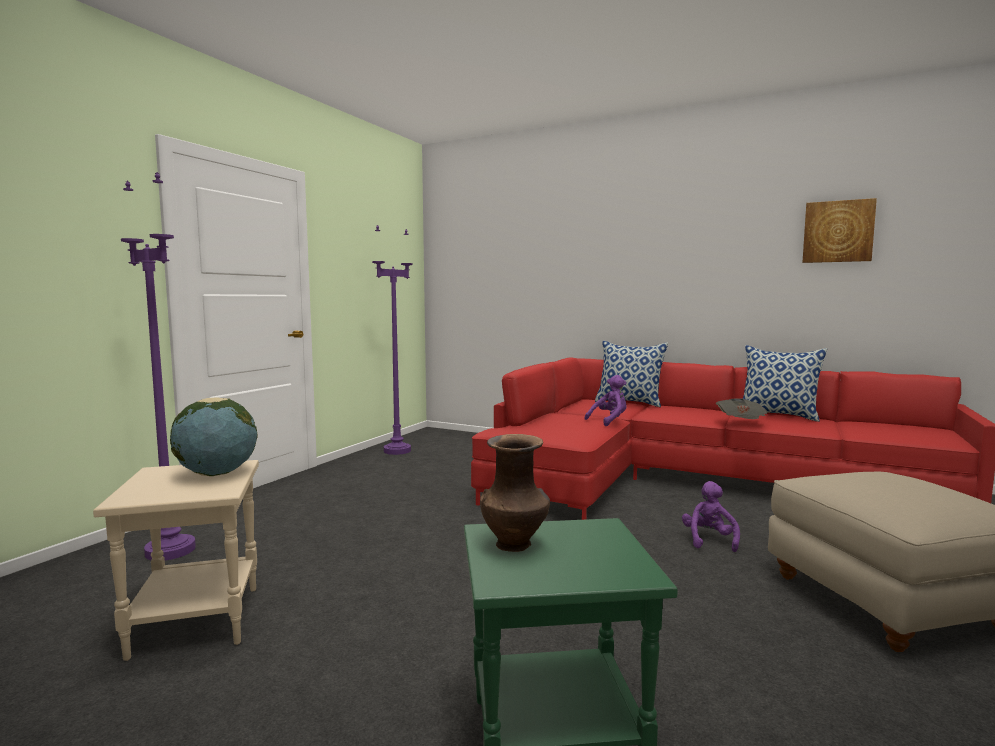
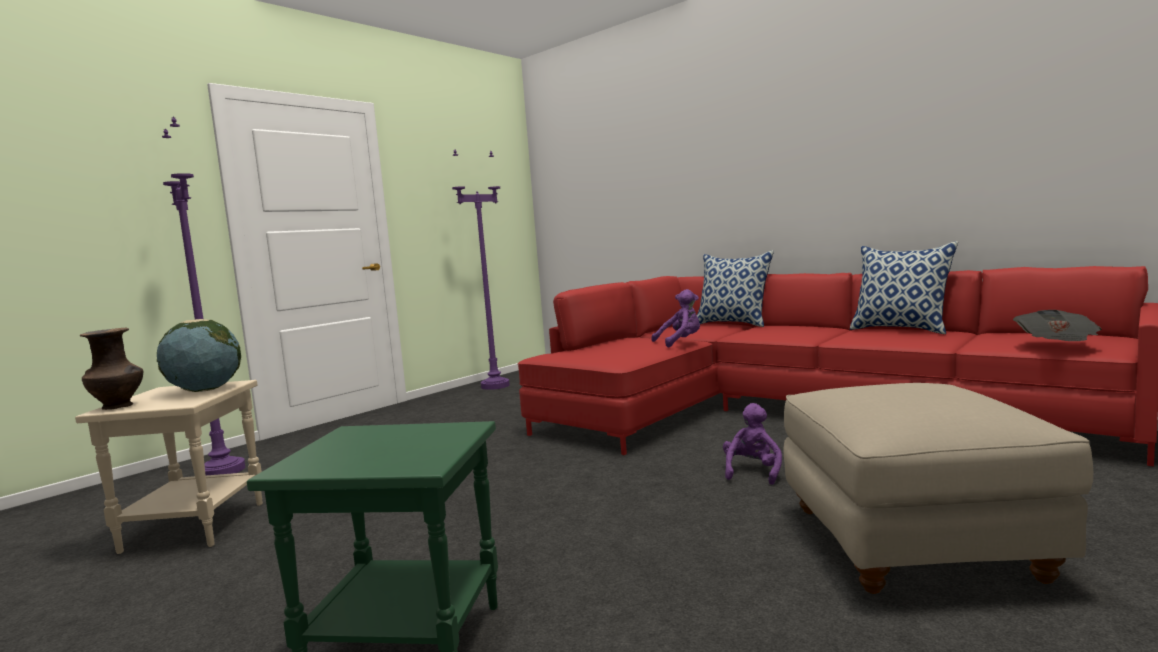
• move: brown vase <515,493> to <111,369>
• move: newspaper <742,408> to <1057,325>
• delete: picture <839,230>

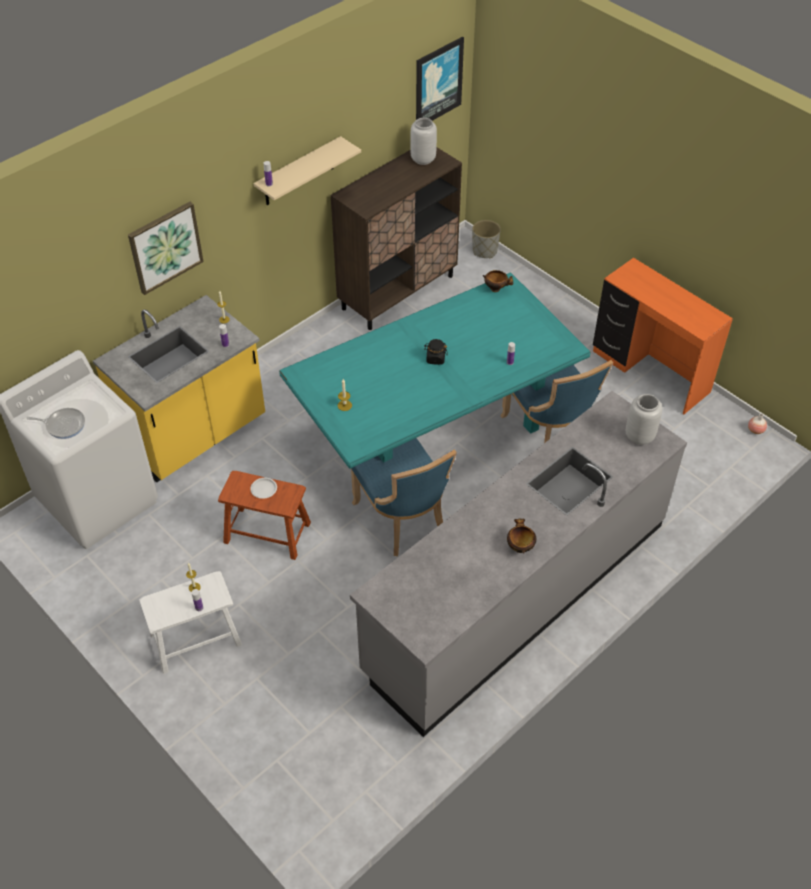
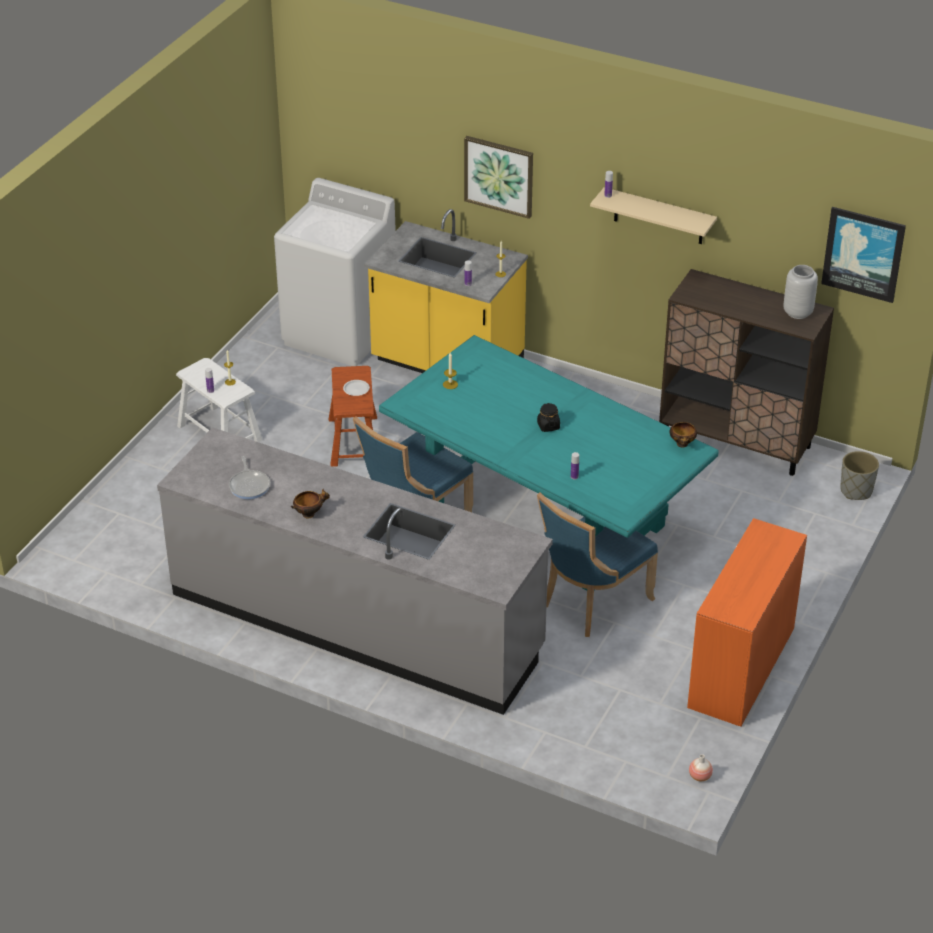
• move: frying pan <56,423> to <249,477>
• delete: grey vase <644,419>

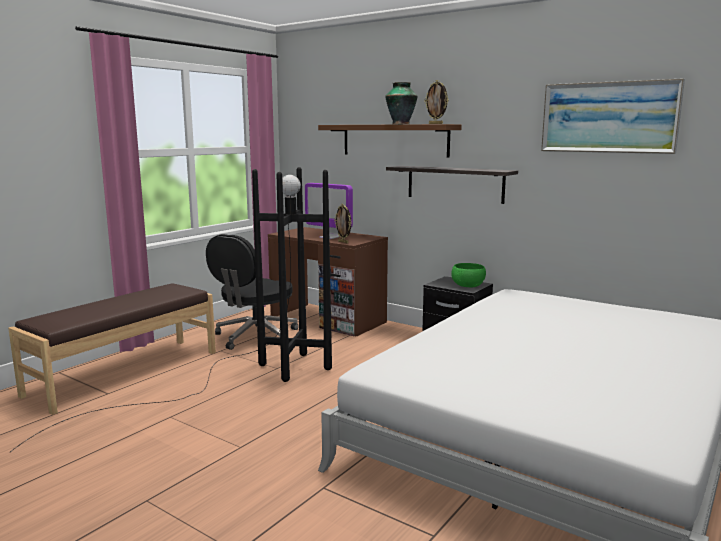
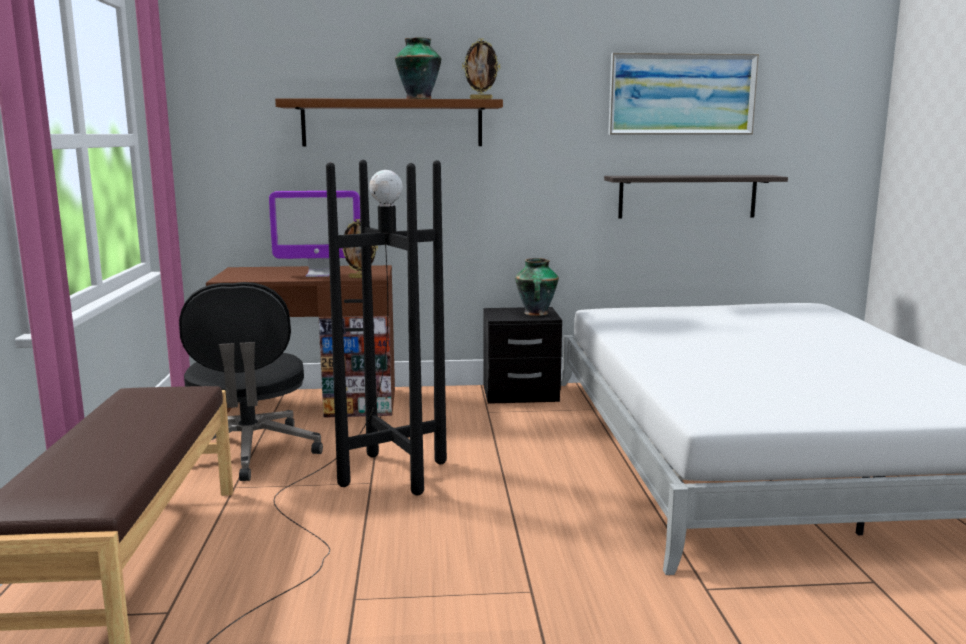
• replace: green bowl <468,275> to vase <537,287>
• move: shelf <452,185> to <696,197>

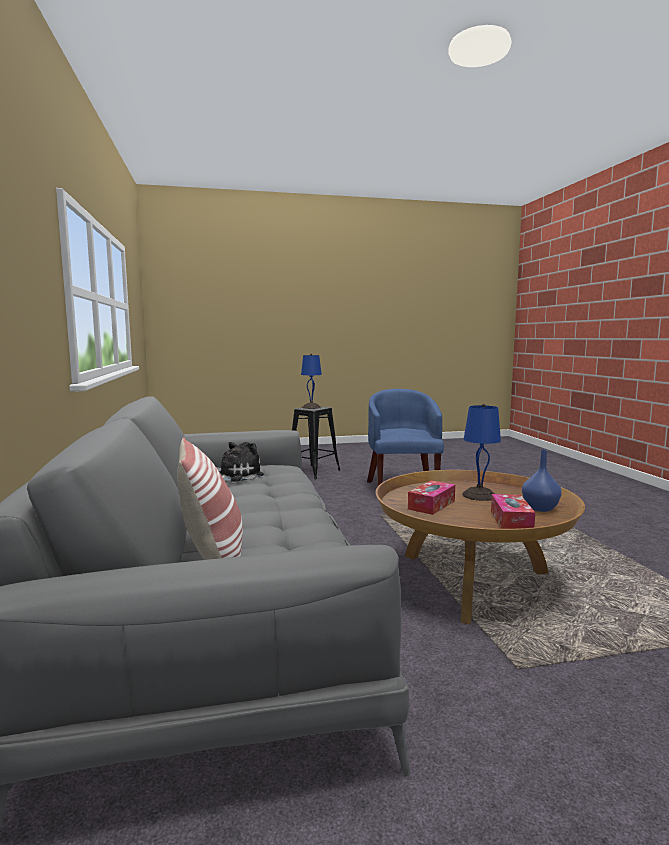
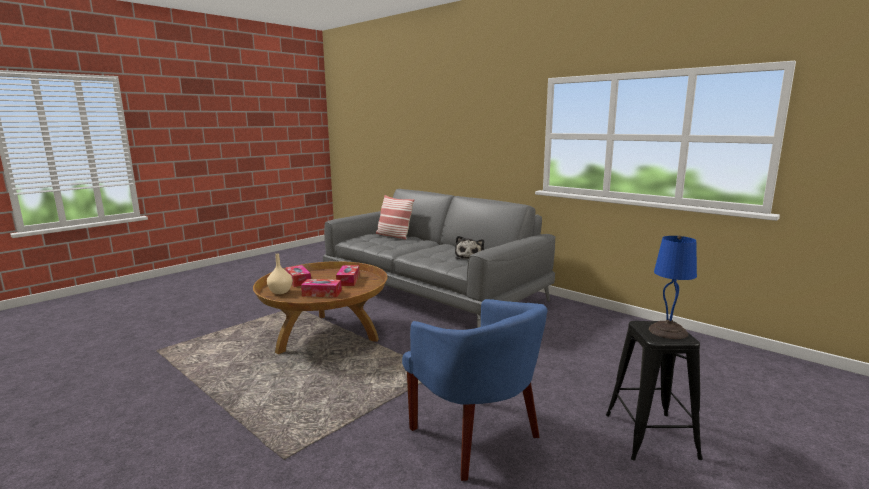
• recolor: blue vase <542,481> to beige vase <279,273>
• replace: blue table lamp <481,452> to tissue box <321,288>

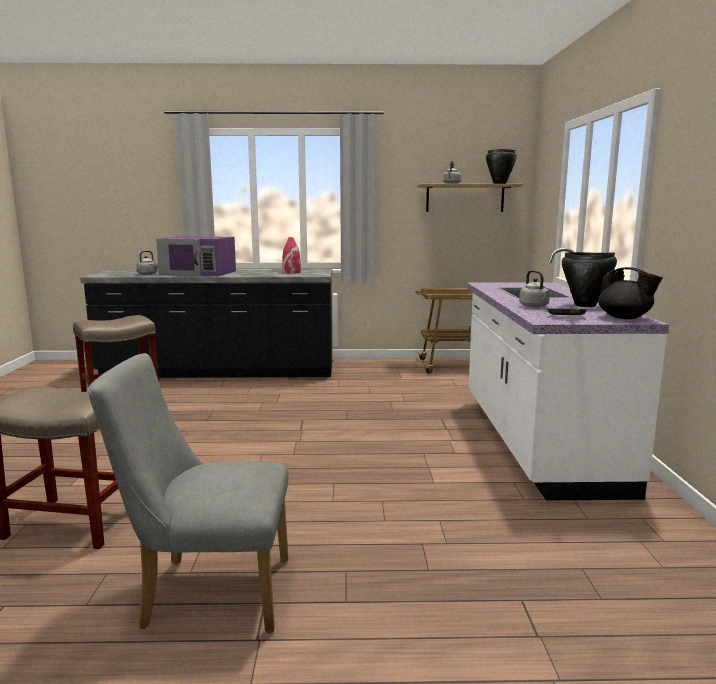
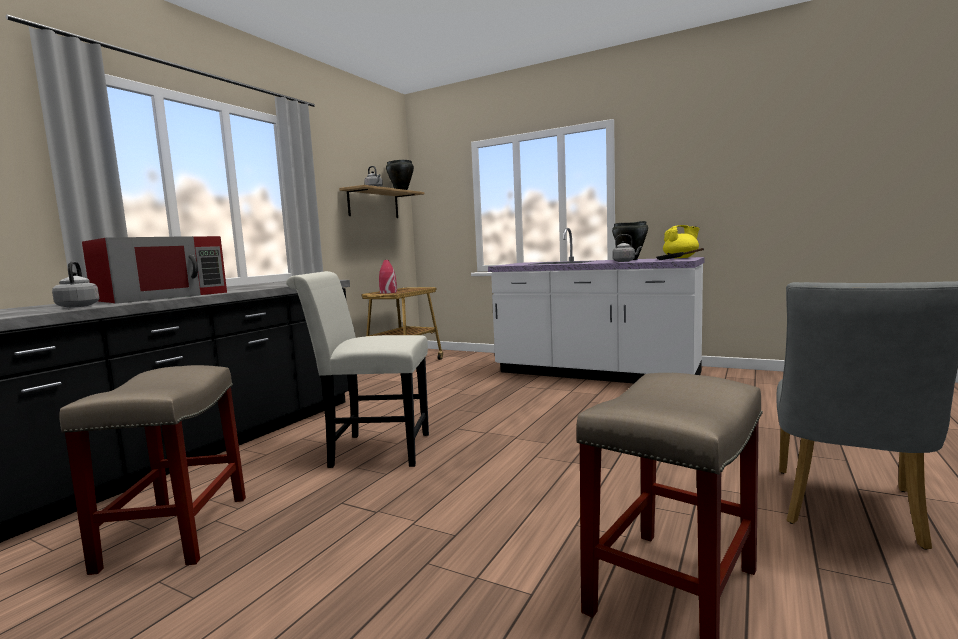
• recolor: purple microwave <196,256> to red microwave <154,270>
• insert: white chair <357,369>
• move: red vase <291,255> to <388,277>
• recolor: black teapot <630,293> to yellow teapot <681,241>

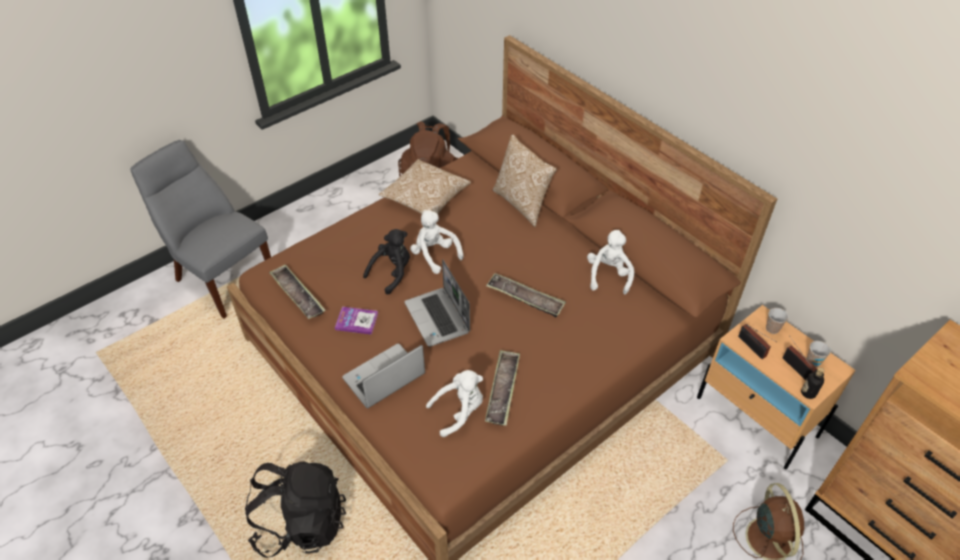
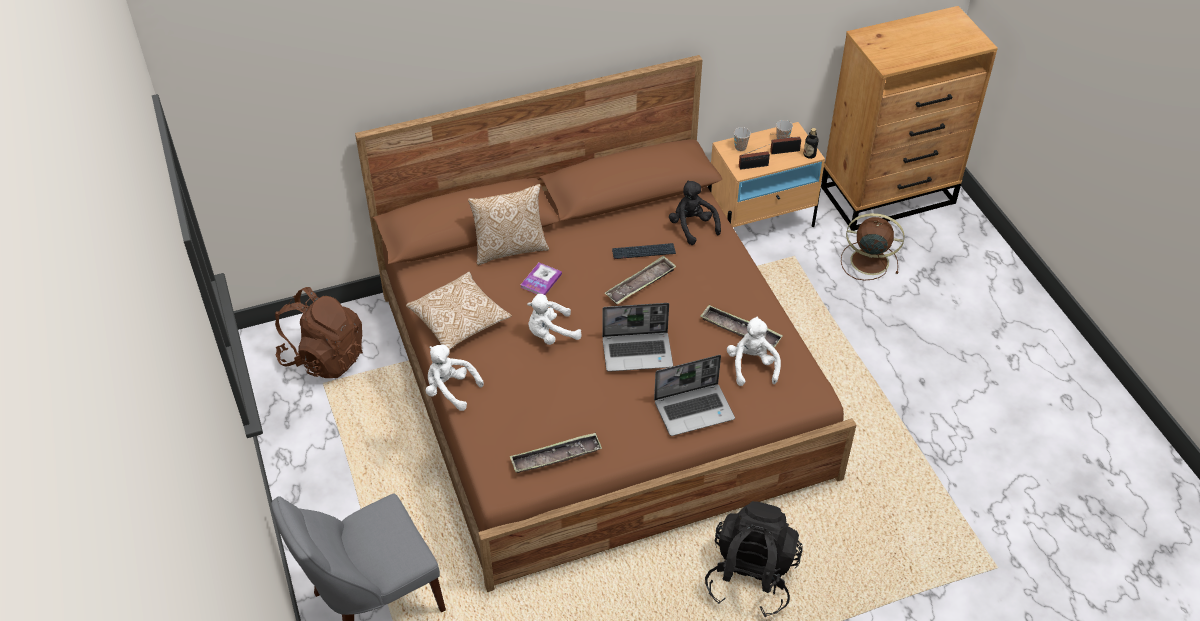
• move: white plush toy <610,262> to <455,378>
• move: book <356,321> to <541,278>
• insert: keyboard <644,251>
• rotate: laptop <383,375> = <694,395> 90 degrees counterclockwise
• move: black plush toy <386,261> to <695,213>

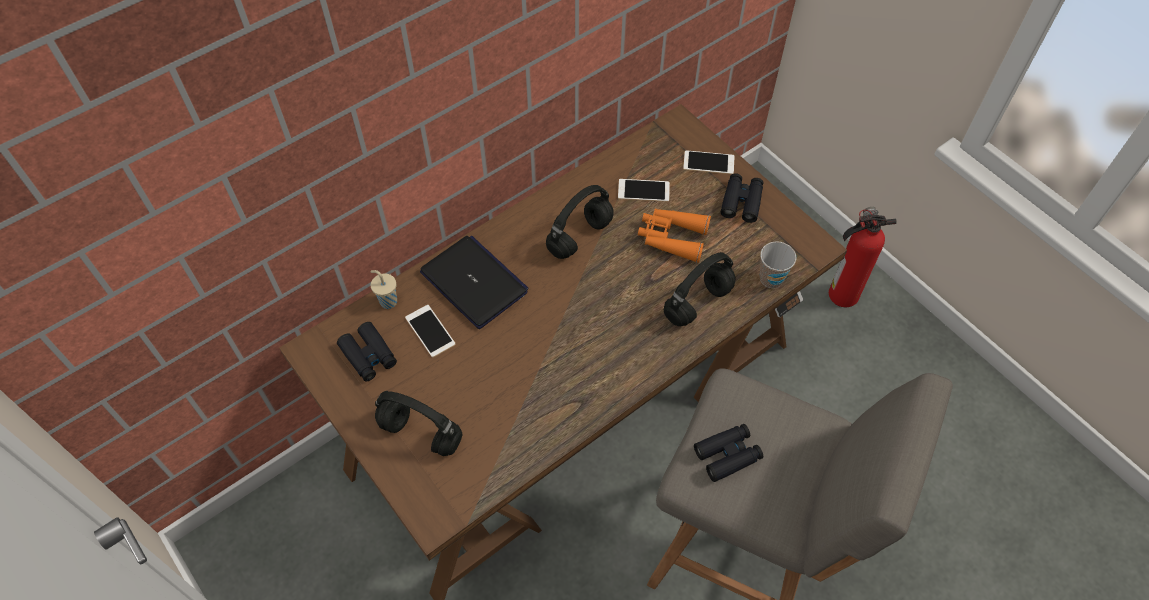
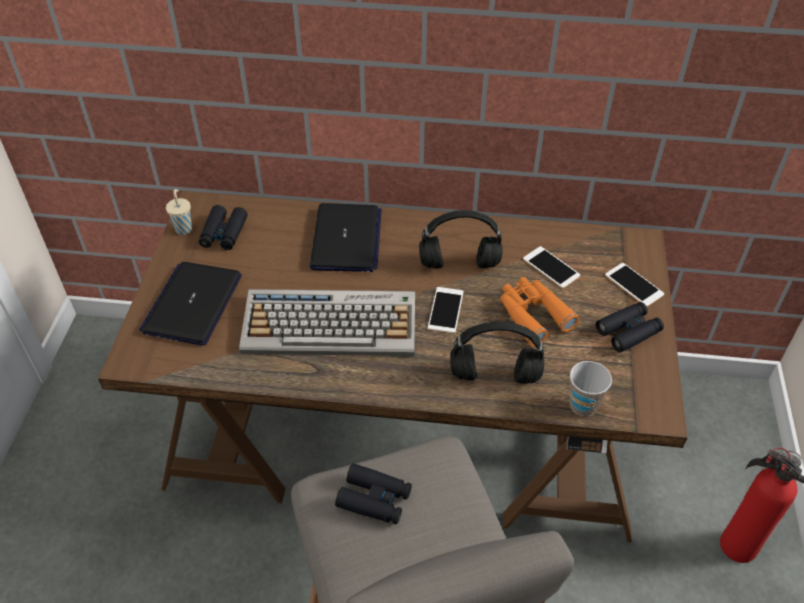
• replace: black headphones <419,423> to laptop <190,304>
• move: beige cup <383,289> to <179,212>
• insert: keyboard <327,322>
• move: phone <430,331> to <446,310>

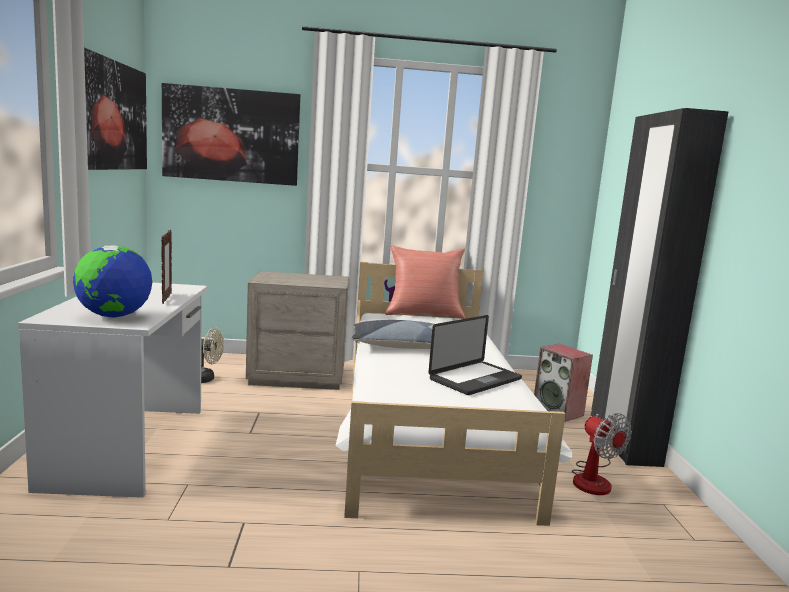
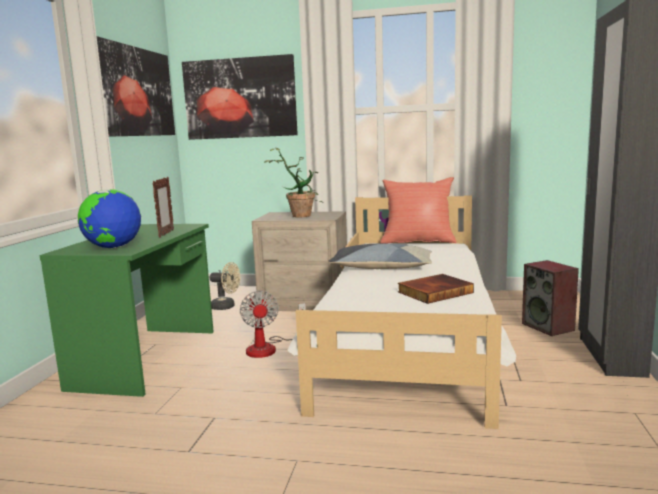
• recolor: white desk <112,390> to green desk <126,310>
• move: fan <602,454> to <273,324>
• insert: potted plant <293,182>
• replace: laptop <475,355> to book <436,289>

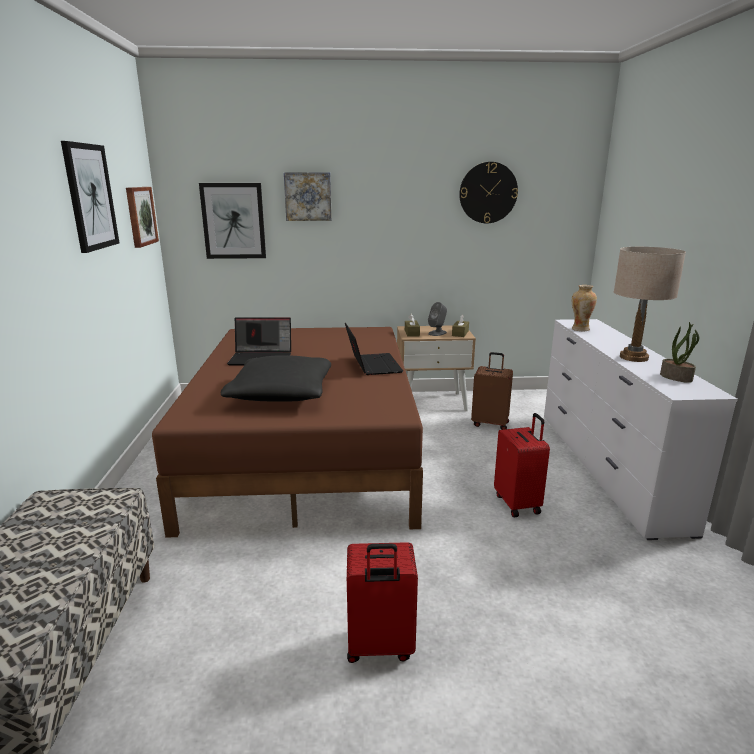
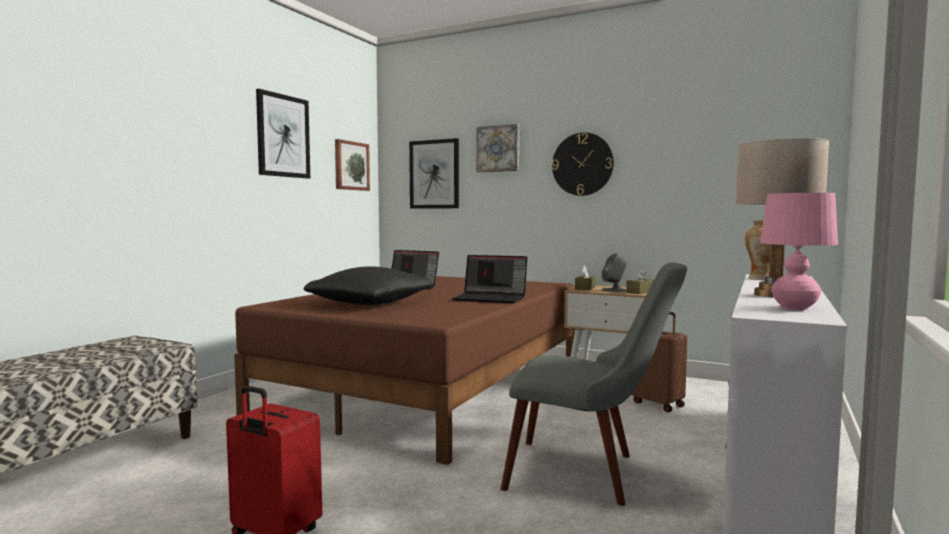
• rotate: laptop <374,348> = <489,279> 90 degrees clockwise
• replace: red suitcase <522,465> to grey chair <594,384>
• move: wall clock <488,192> to <583,164>
• replace: potted plant <679,352> to pink table lamp <799,251>

